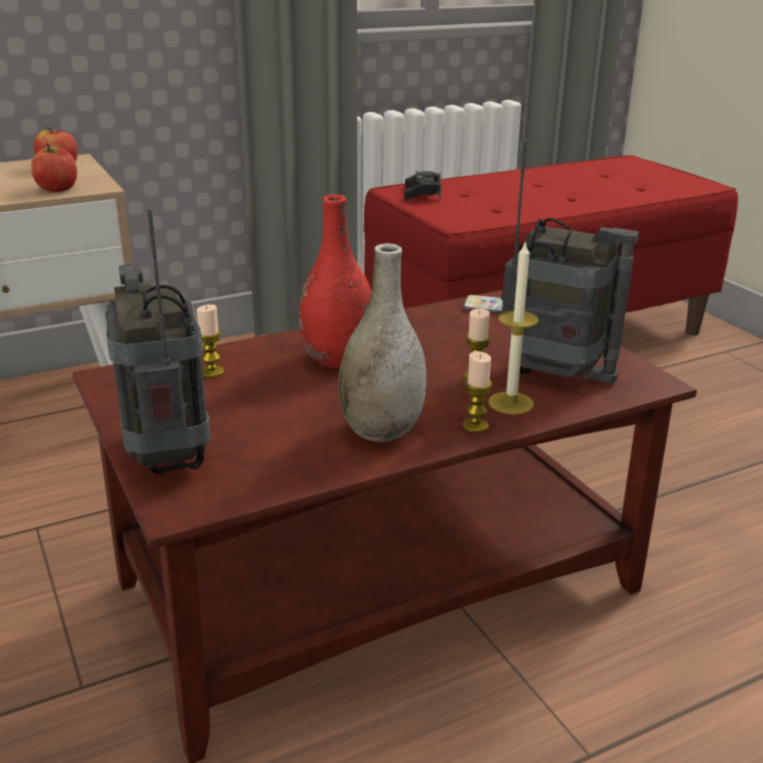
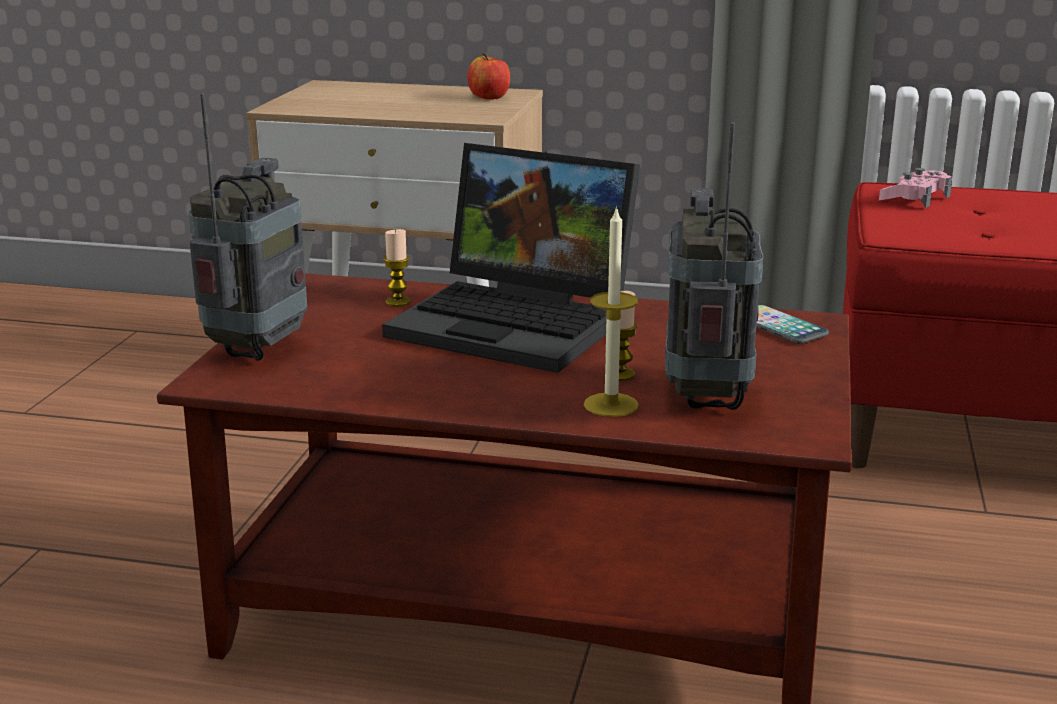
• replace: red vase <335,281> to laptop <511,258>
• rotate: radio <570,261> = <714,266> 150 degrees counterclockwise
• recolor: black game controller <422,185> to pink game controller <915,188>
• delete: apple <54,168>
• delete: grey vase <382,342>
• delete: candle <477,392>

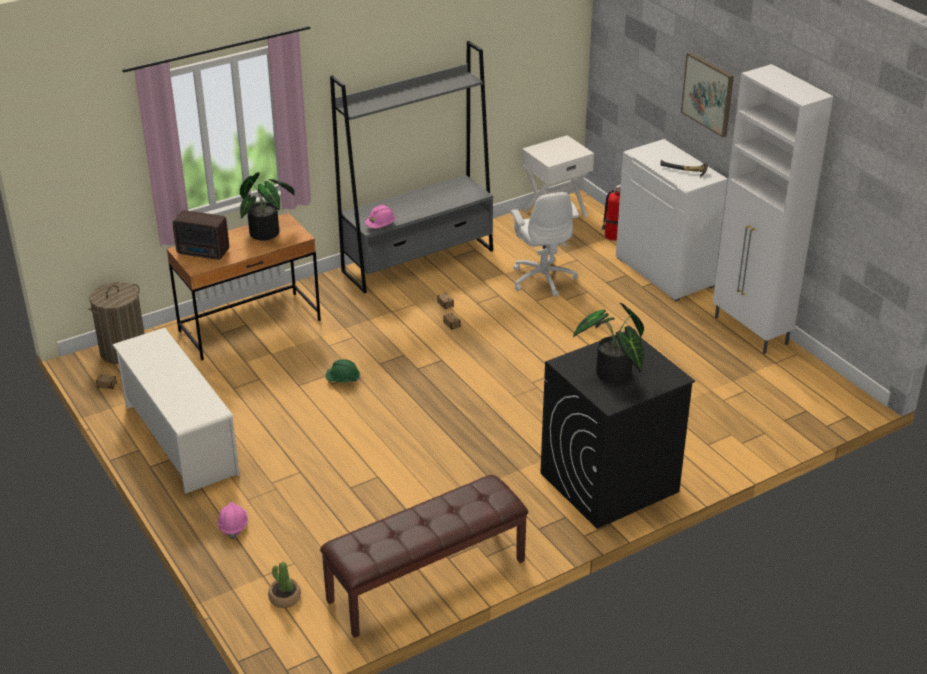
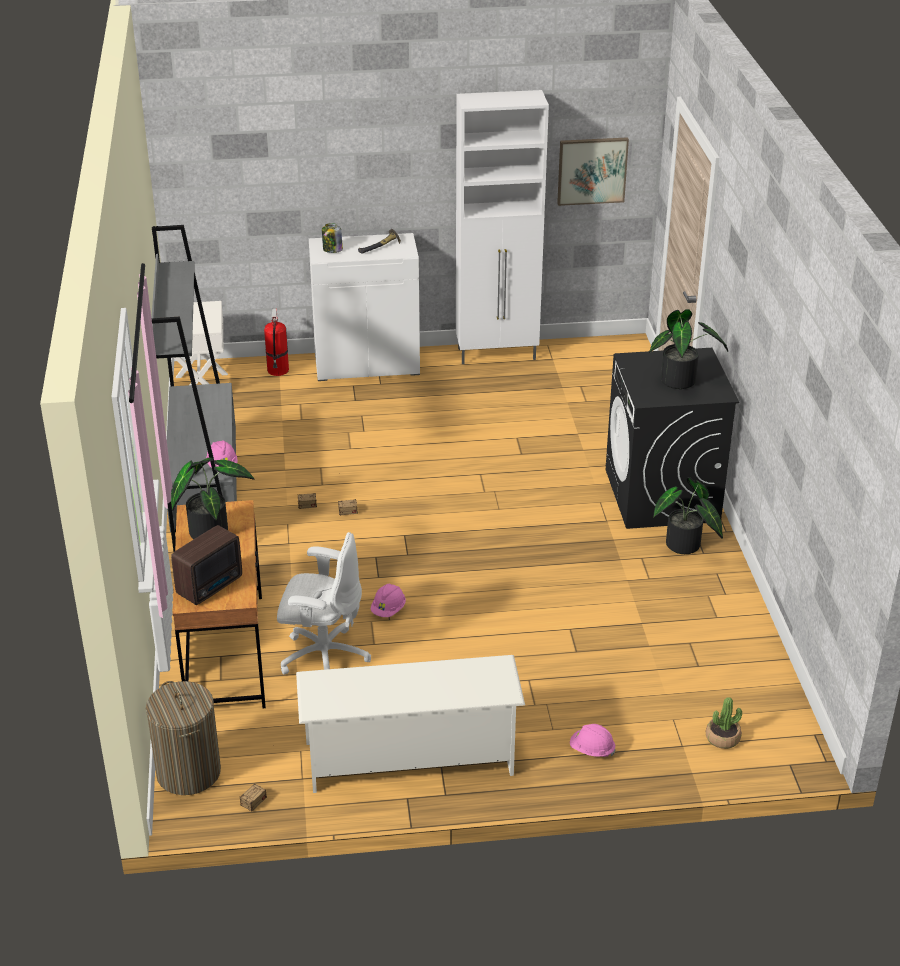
• move: white office chair <545,244> to <324,603>
• insert: jar <332,238>
• recolor: green hard hat <343,370> to pink hard hat <388,600>
• move: picture <707,94> to <593,171>
• insert: potted plant <688,515>
• delete: brown bench <424,556>

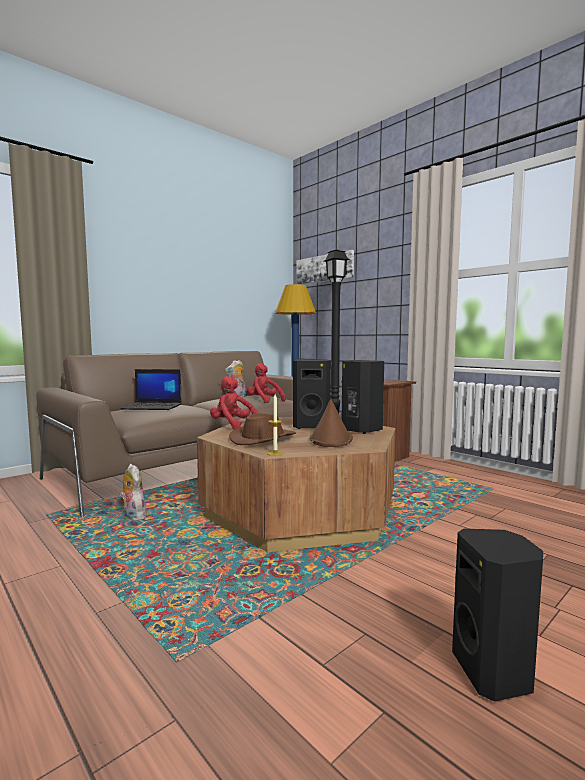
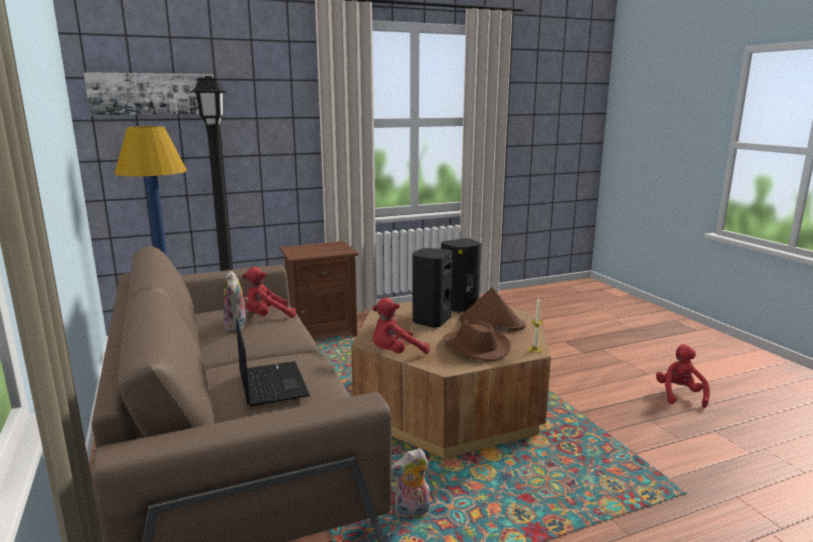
• rotate: laptop <151,389> = <273,362> 45 degrees counterclockwise
• replace: black speaker <497,615> to red plush toy <683,376>

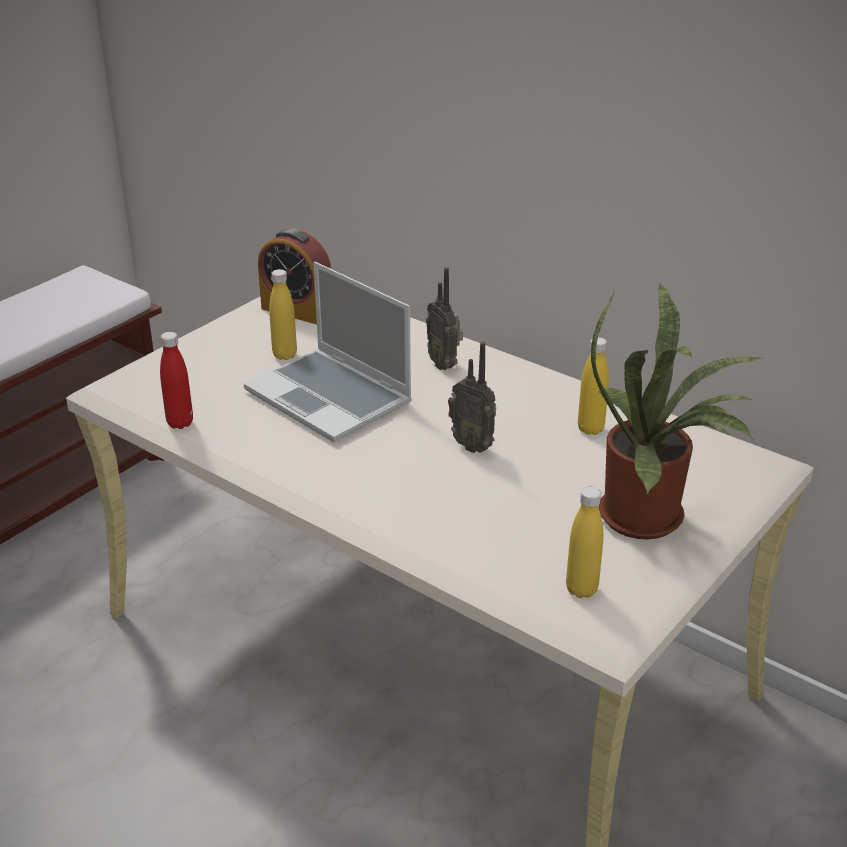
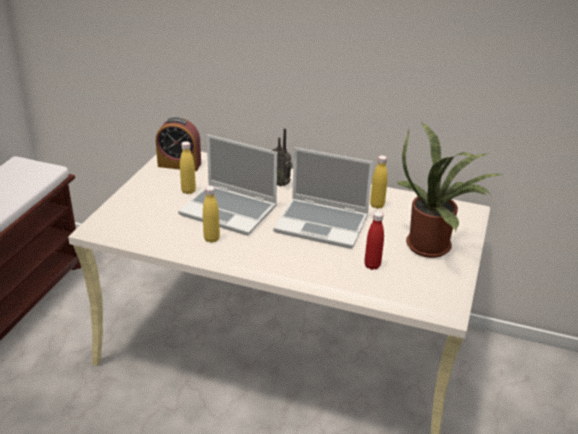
• move: yellow bottle <584,542> to <211,214>
• replace: radio <472,397> to laptop <323,198>
• move: red bottle <176,380> to <374,240>

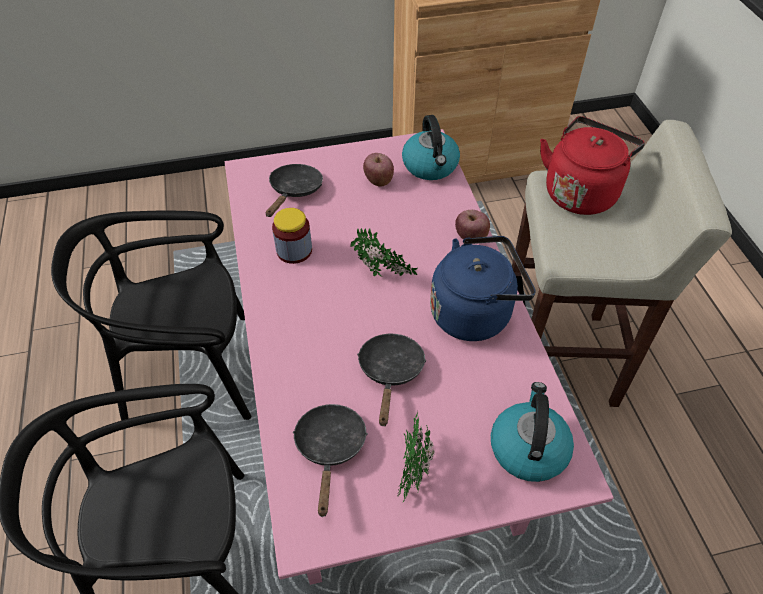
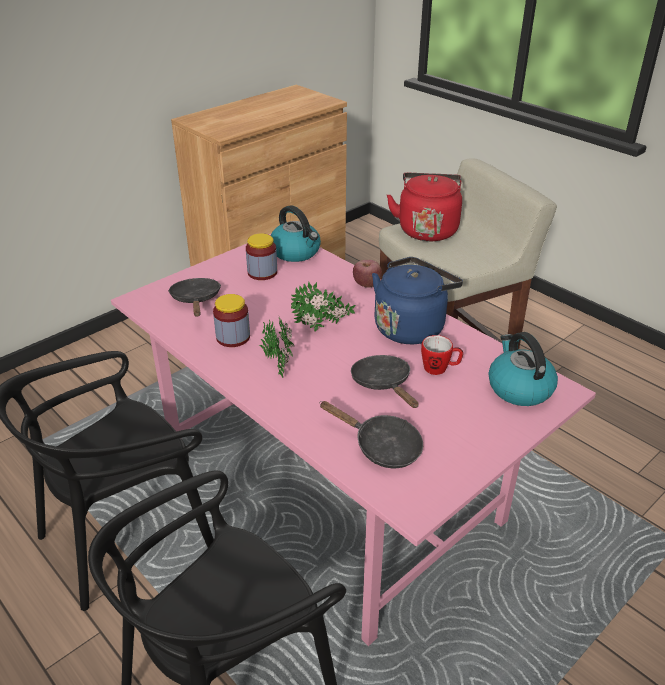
• replace: apple <378,169> to jar <261,256>
• move: potted plant <416,457> to <276,347>
• rotate: black frying pan <330,460> = <371,434> 150 degrees clockwise
• insert: mug <442,355>

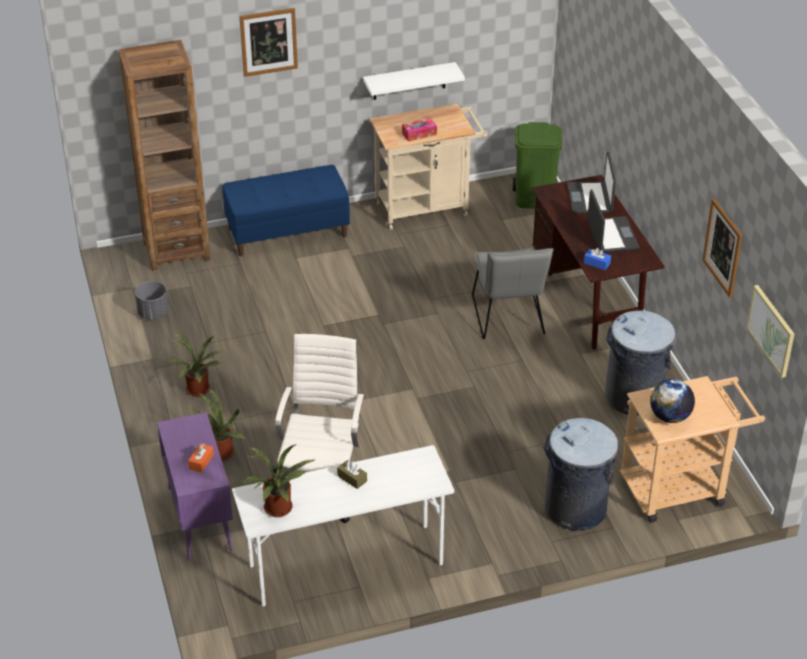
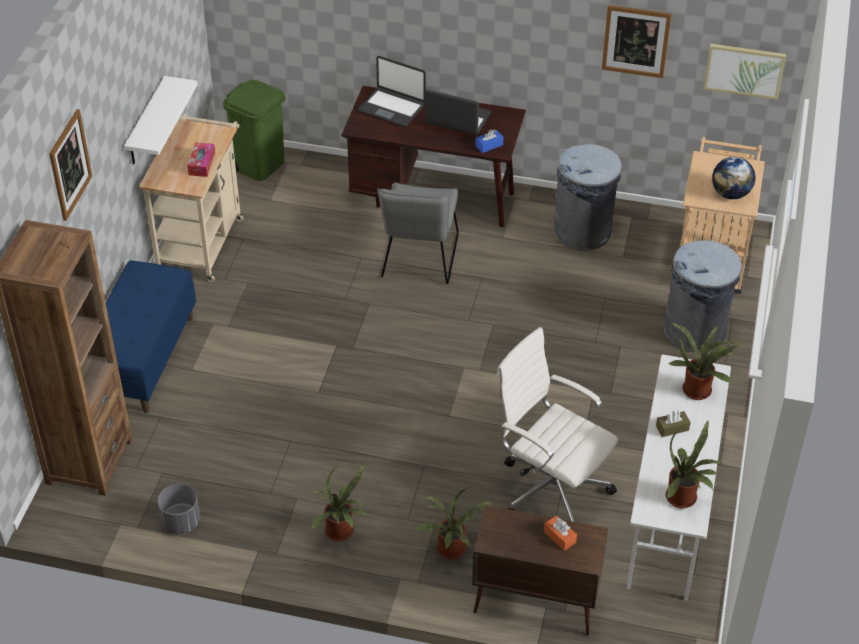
• rotate: grey chair <513,293> = <418,233> 75 degrees clockwise
• recolor: purple cabinet <195,486> to brown cabinet <540,570>
• insert: potted plant <705,361>

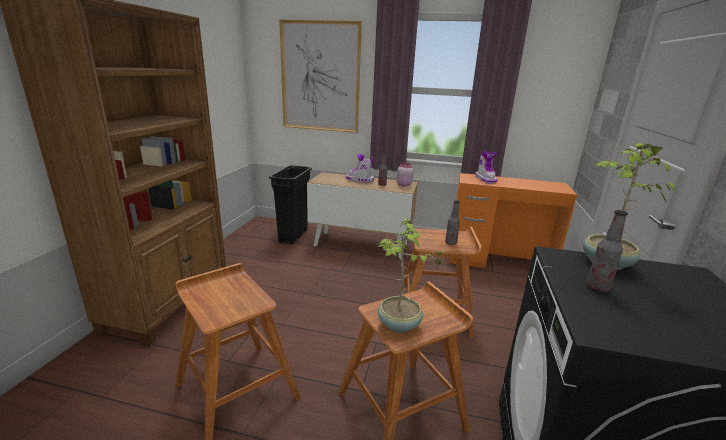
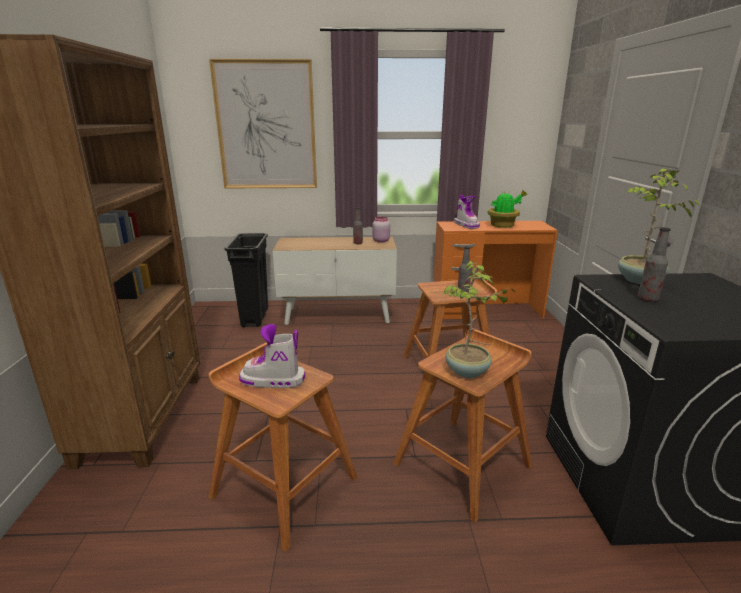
• move: boot <360,168> to <272,356>
• insert: potted plant <508,209>

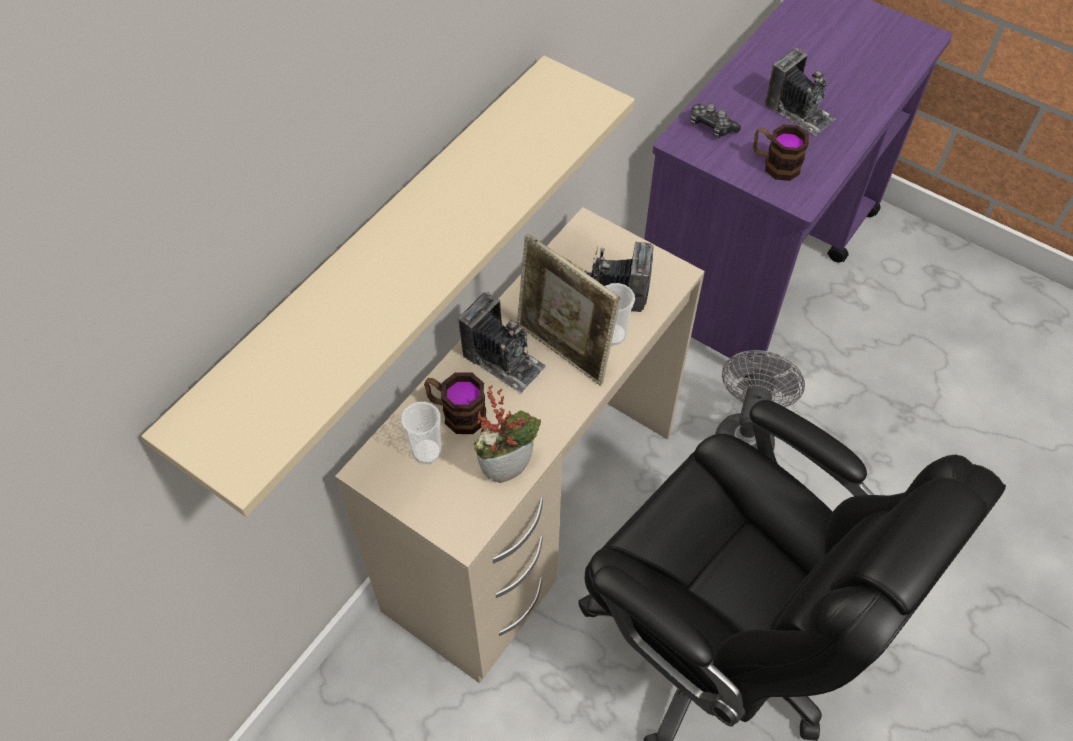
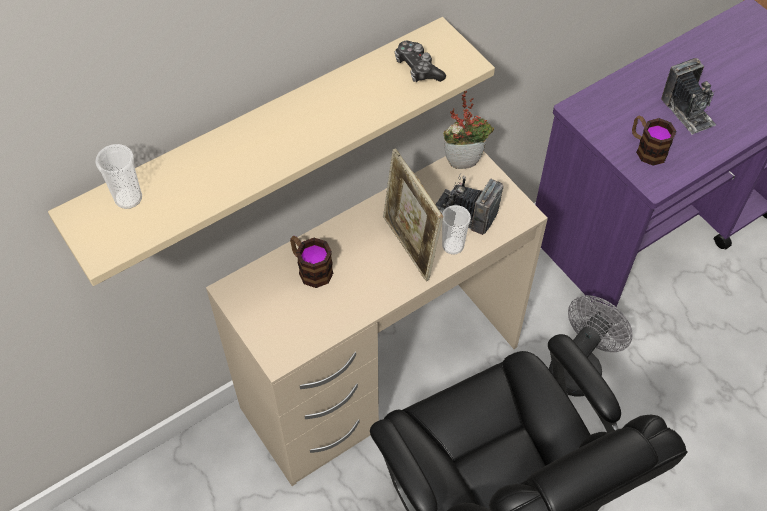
• move: cup <421,433> to <118,176>
• move: game controller <715,120> to <420,61>
• move: potted plant <507,433> to <468,129>
• delete: photo camera <502,343>

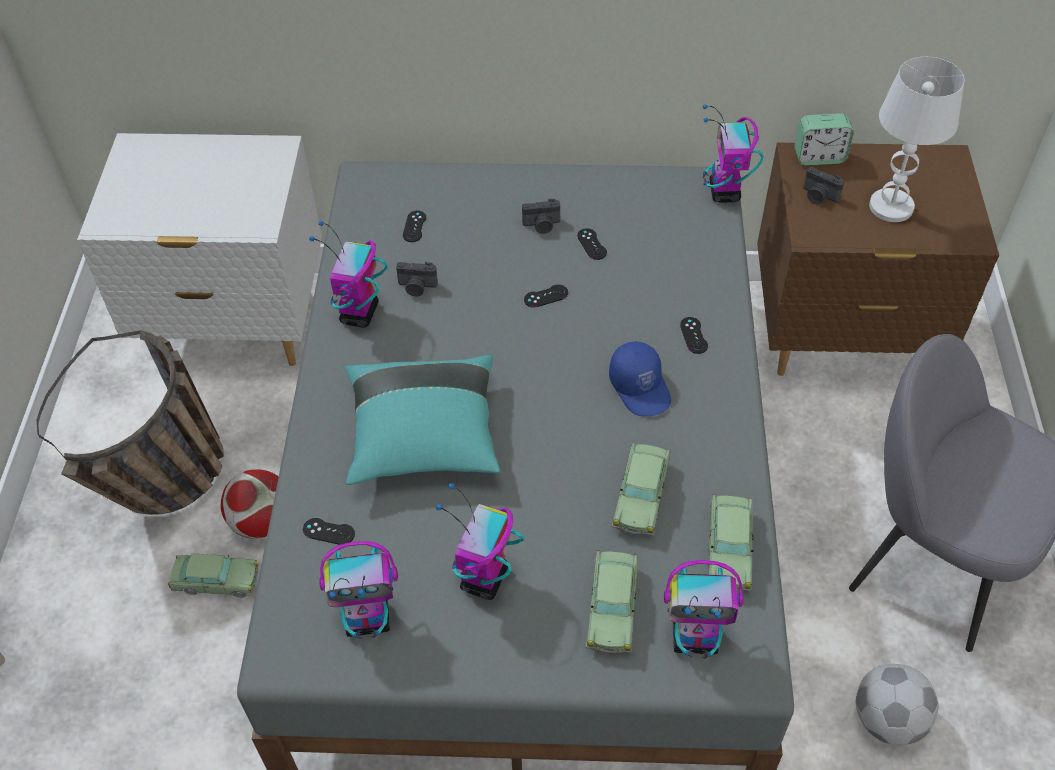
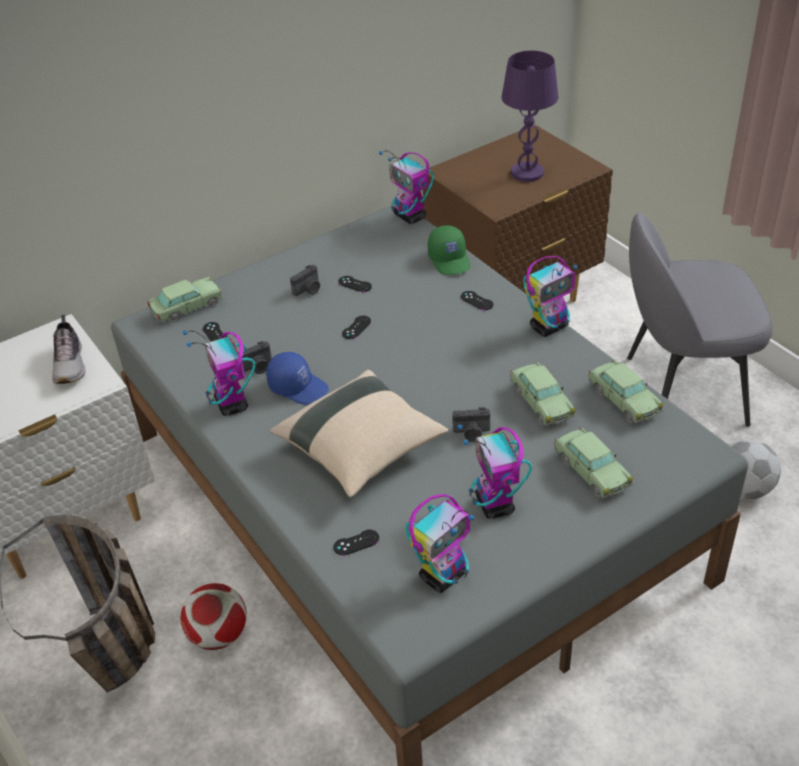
• insert: shoe <69,349>
• move: toy car <213,575> to <185,300>
• move: blue cap <640,378> to <297,378>
• recolor: turquoise pillow <422,420> to beige pillow <359,433>
• insert: green cap <449,250>
• move: photo camera <823,185> to <471,424>
• recolor: white table lamp <917,139> to purple table lamp <530,116>
• move: toy robot <704,609> to <551,296>
• delete: alarm clock <824,139>

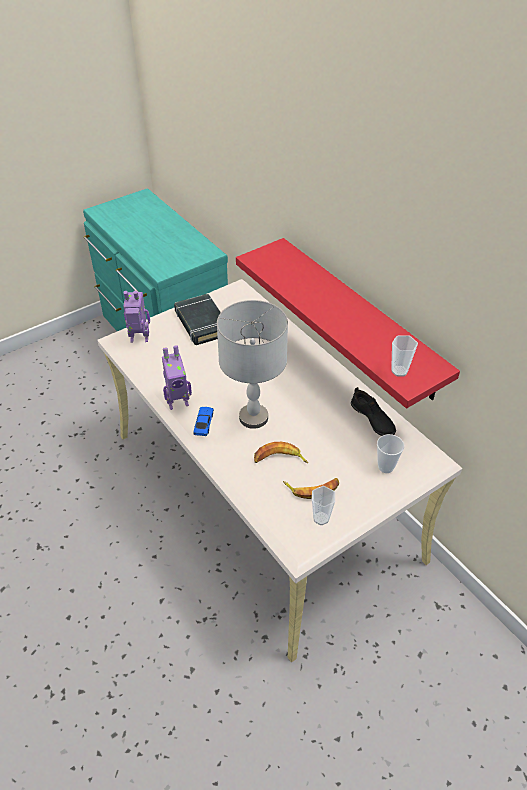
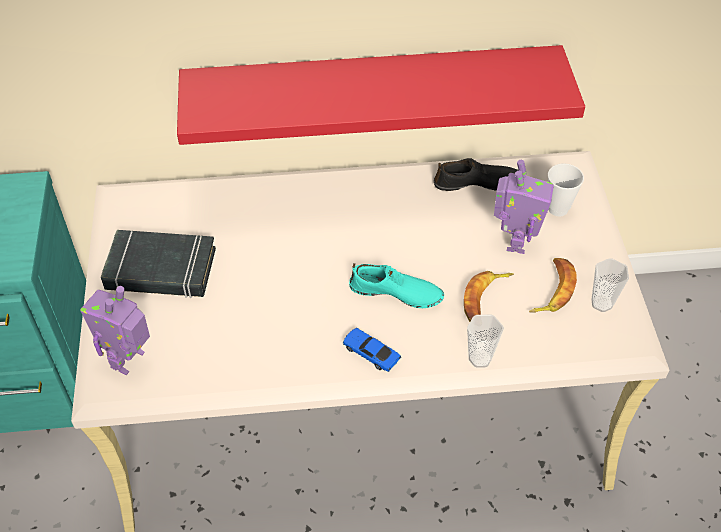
• replace: grey table lamp <252,364> to turquoise shoe <396,285>
• move: cup <404,356> to <485,341>
• move: toy robot <177,377> to <524,207>

